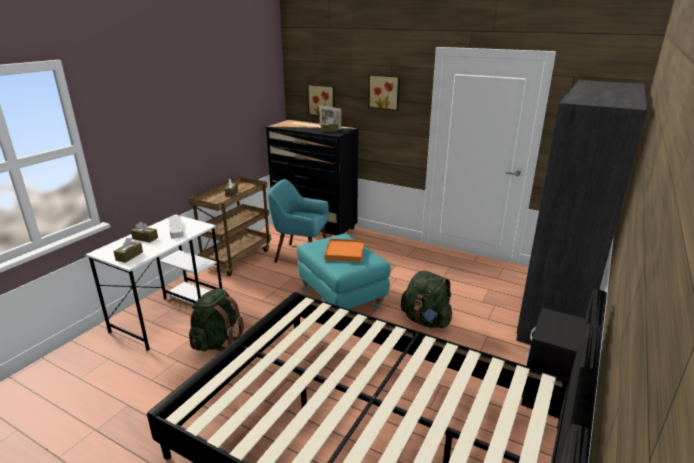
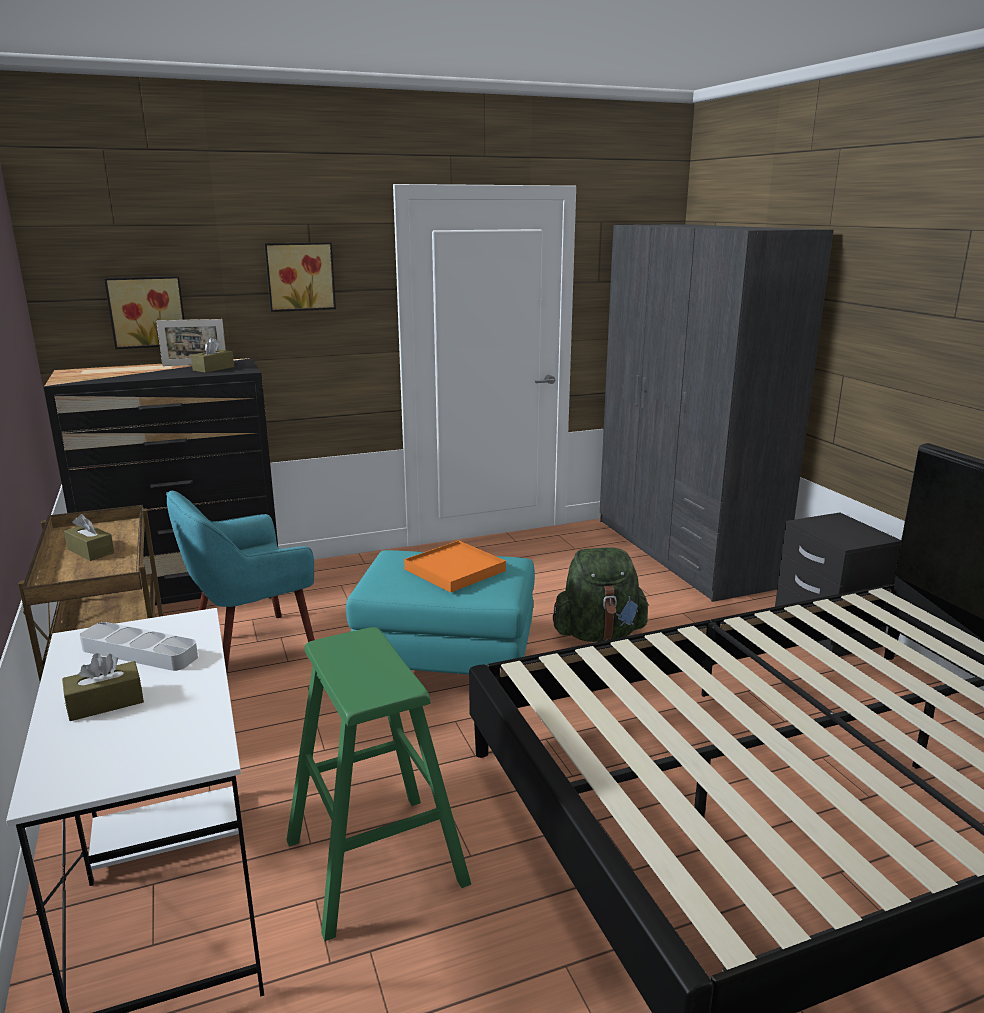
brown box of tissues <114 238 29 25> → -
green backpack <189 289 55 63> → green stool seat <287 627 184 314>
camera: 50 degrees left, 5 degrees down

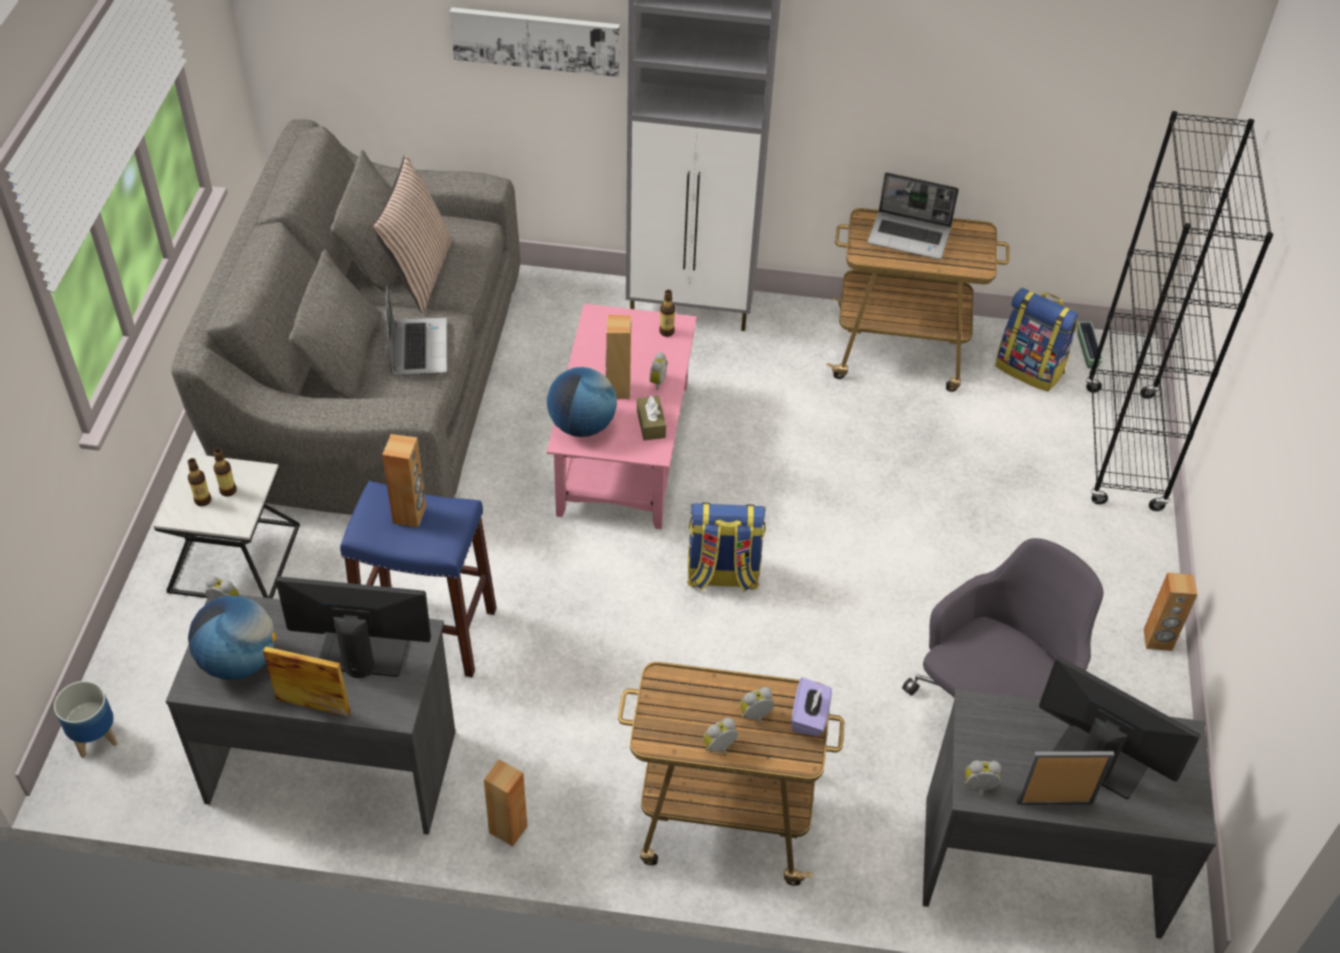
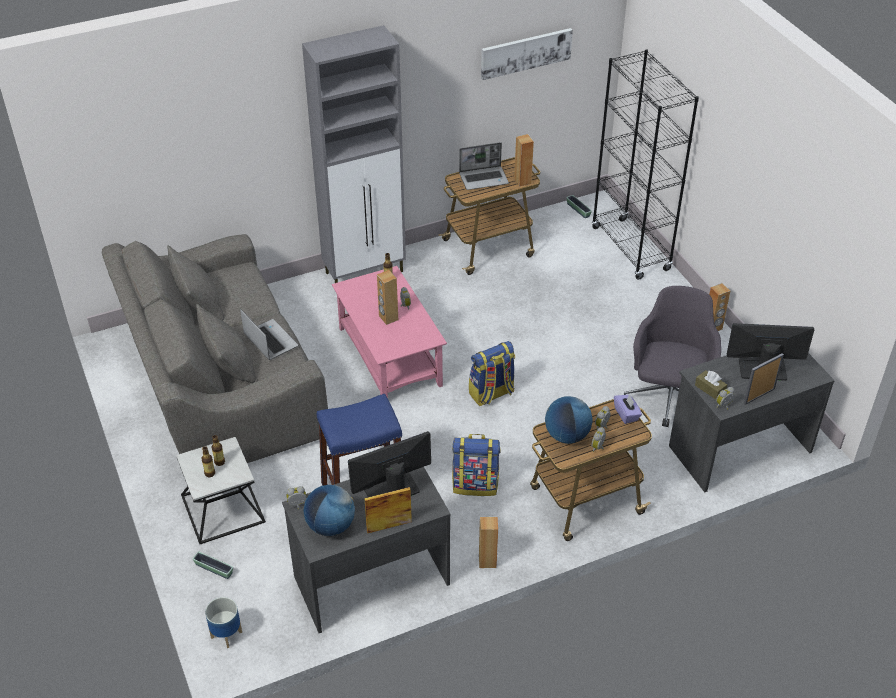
wall art <450 7 170 70> → wall art <481 28 92 52>, relocated
cushion <372 155 81 158> → -
backpack <995 288 83 104> → backpack <452 434 49 62>, relocated
globe <547 367 70 70> → globe <545 396 48 48>, relocated
brown box of tissues <637 395 29 45> → brown box of tissues <695 370 32 30>, relocated
brown loudspeaker <382 434 44 94> → brown loudspeaker <514 134 20 52>, relocated
- → flower pot <192 551 41 28>
camera: 30 degrees left, 5 degrees down

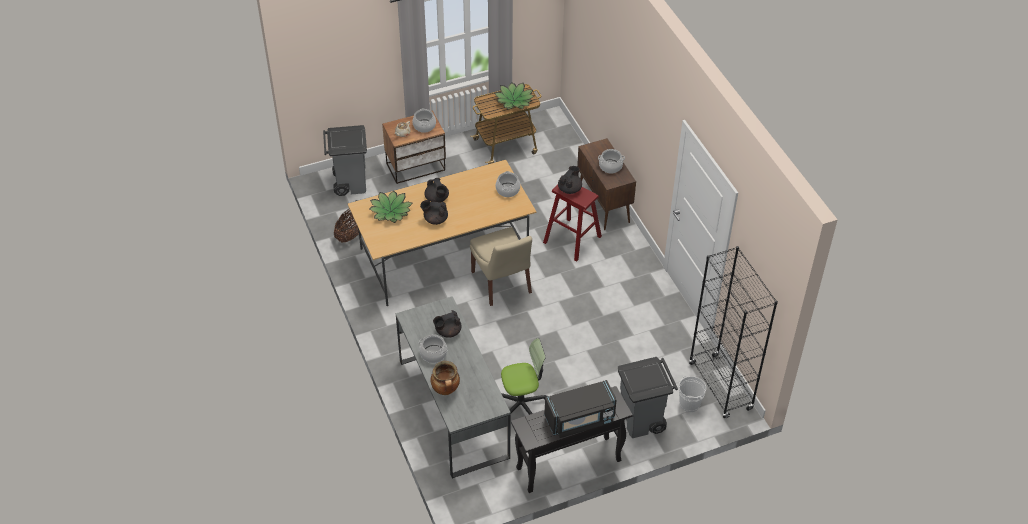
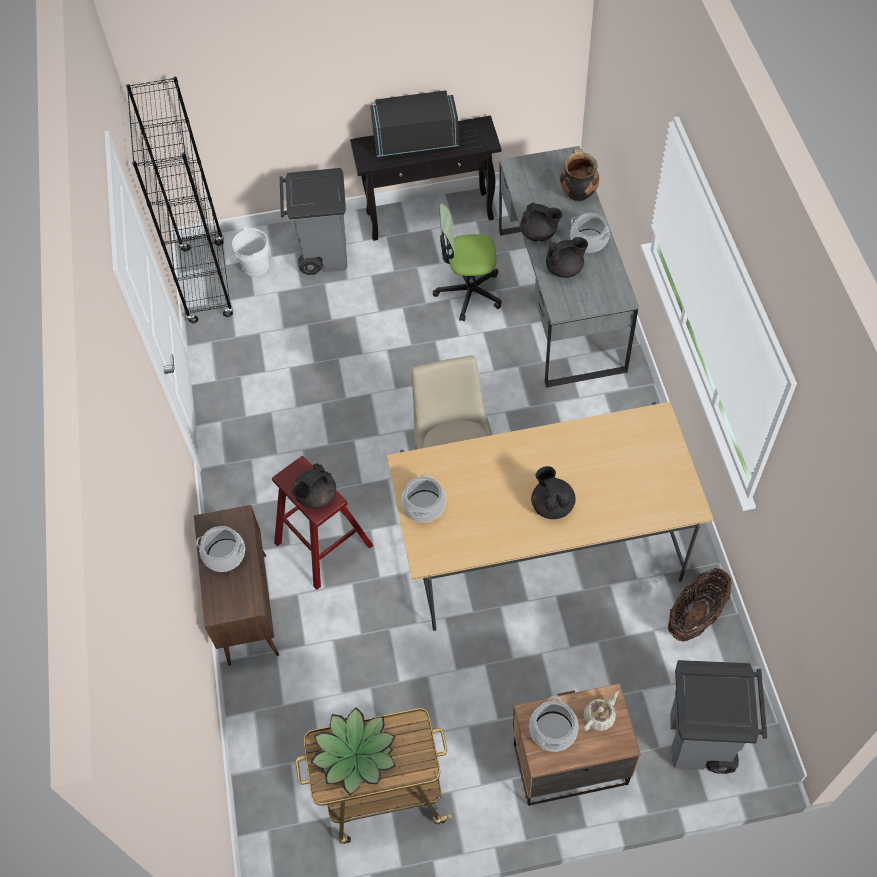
potted plant <369 191 44 32> → -
black-coloured pot for tea <420 200 28 25> → black-coloured pot for tea <520 203 42 38>, relocated
camera: 165 degrees left, 10 degrees up

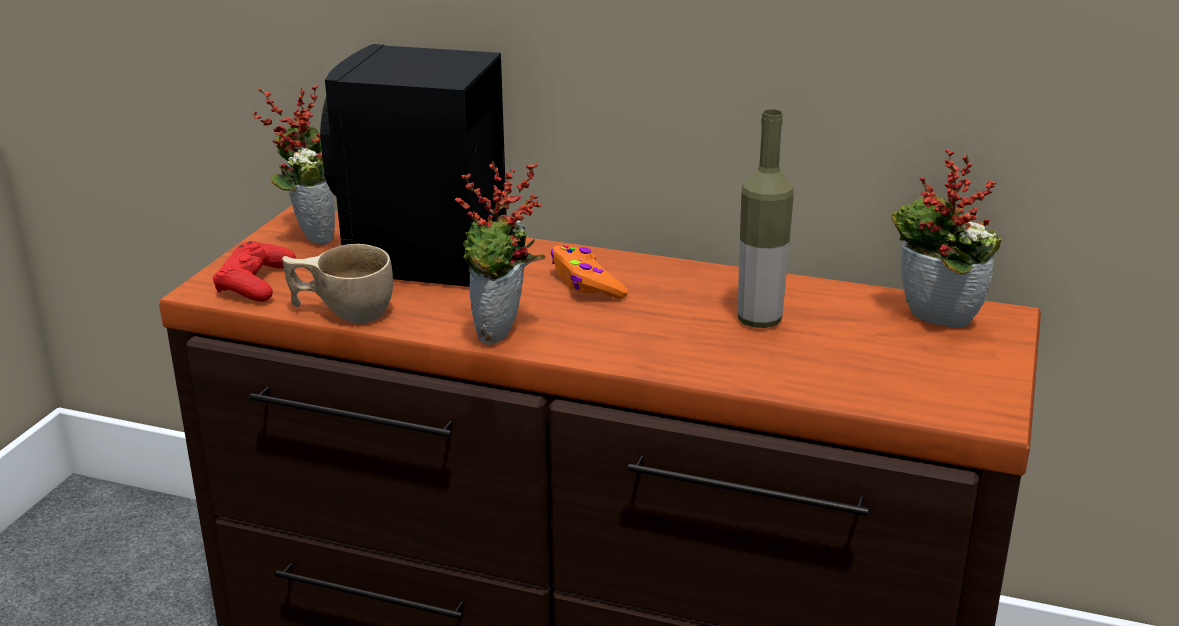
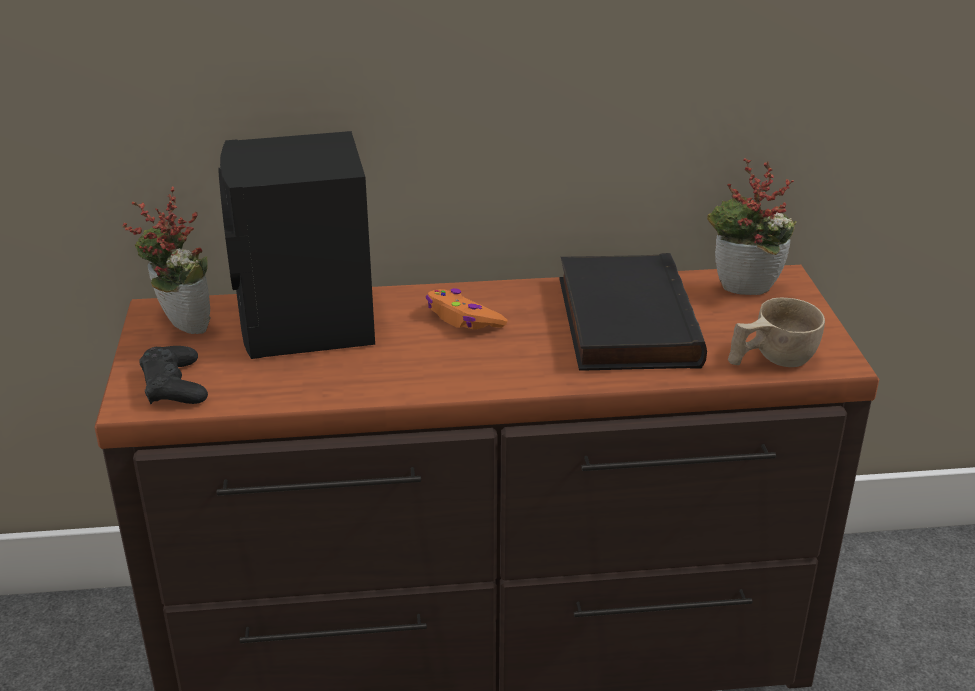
bottle <737 109 57 219> → black-coloured book <559 253 148 118>
potted plant <455 161 90 184> → -
red-coloured joypad <213 241 83 61> → black-coloured joypad <139 346 69 58>
beige-coloured drinking cup <282 244 111 79> → beige-coloured drinking cup <728 298 97 69>, relocated
camera: 25 degrees left, 5 degrees up

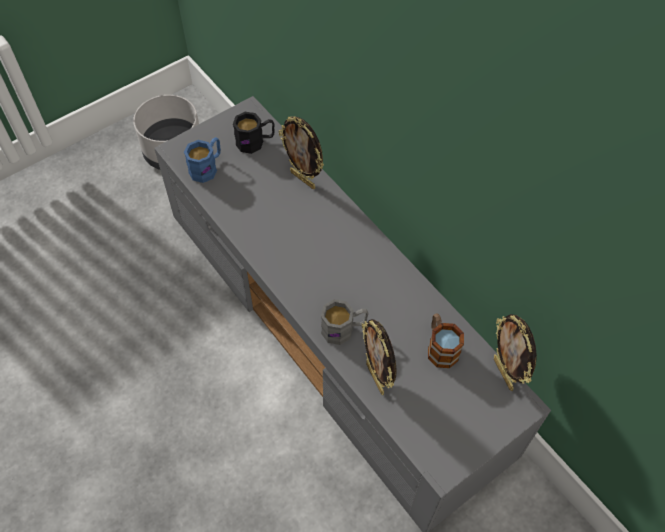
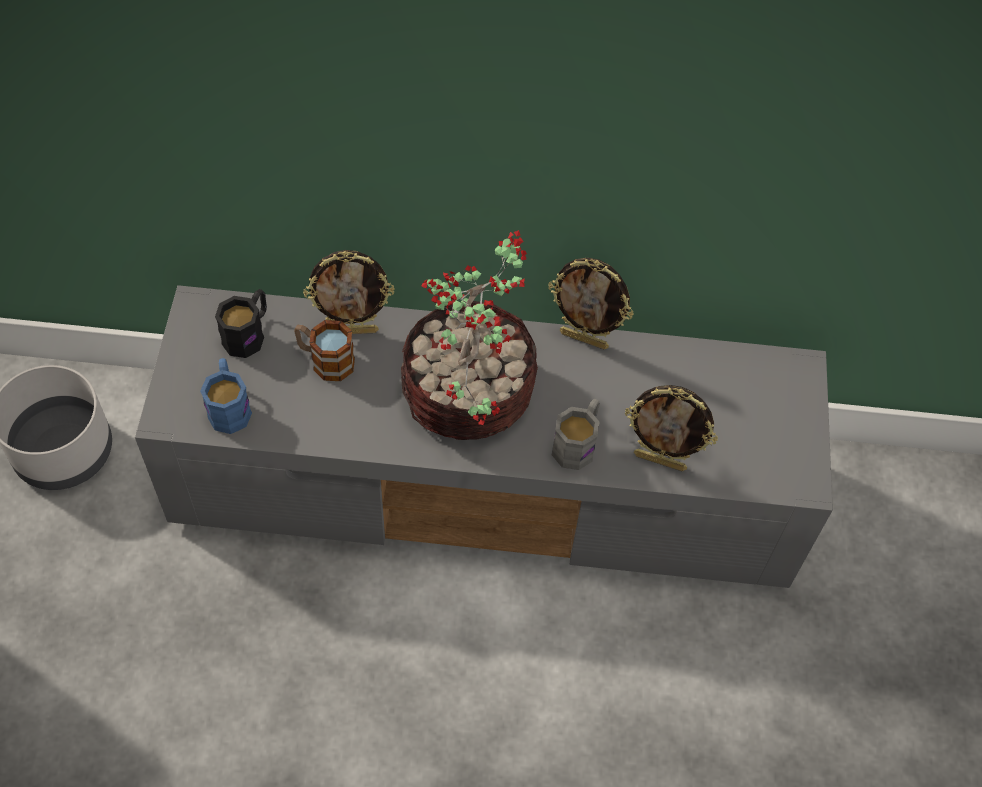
tea mug <428 313 36 55> → tea mug <294 320 61 61>, relocated
picture frame <494 314 43 77> → picture frame <548 258 85 91>, relocated
- → potted plant <401 230 137 210>
camera: 50 degrees left, 0 degrees up

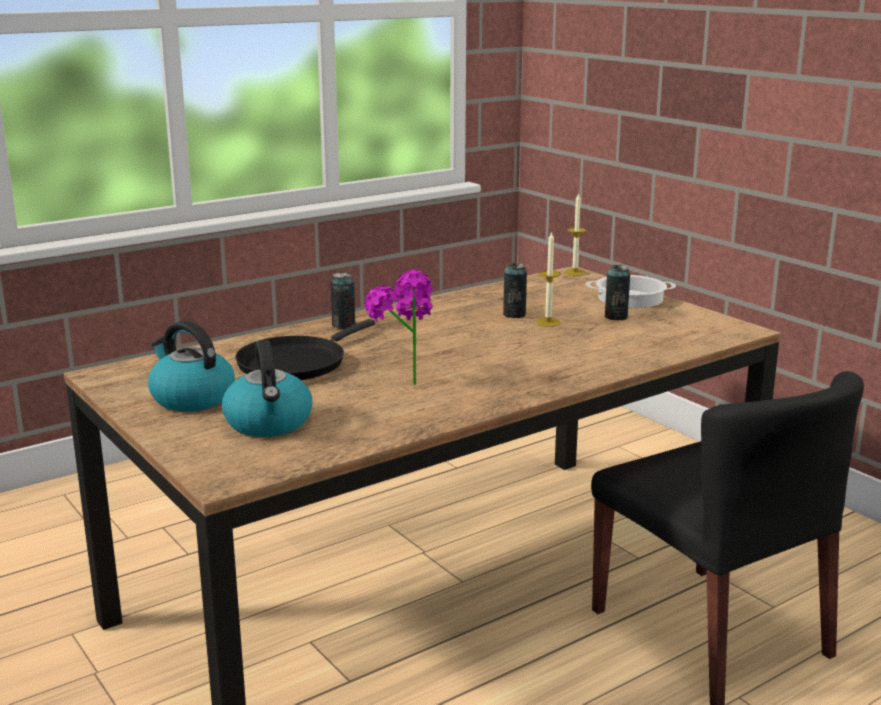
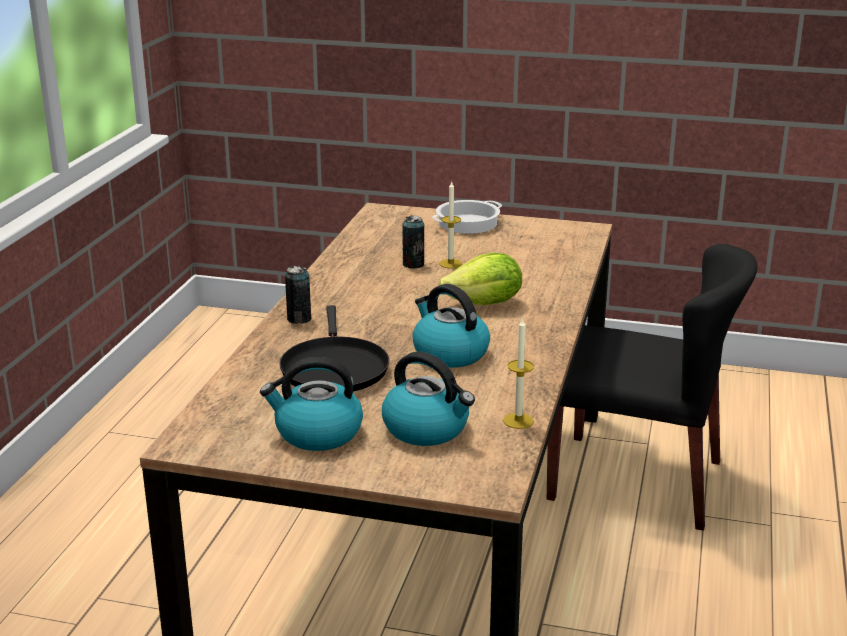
candle <564 193 22 83> → candle <503 317 31 112>, relocated
can <605 265 25 55> → -
potted plant <365 270 68 115> → kettle <412 284 78 84>
- → lettuce <439 253 83 52>
camera: 40 degrees left, 5 degrees up

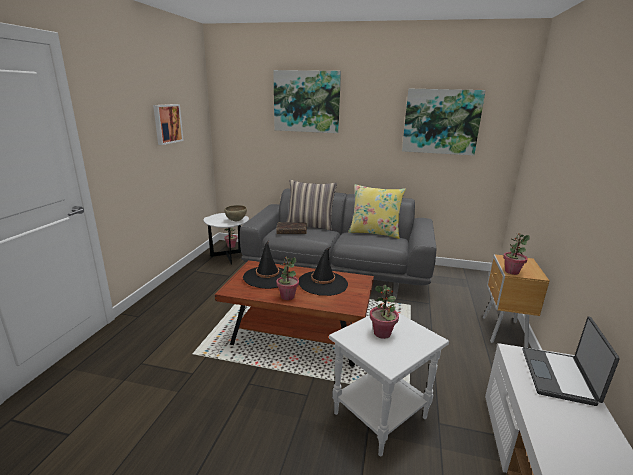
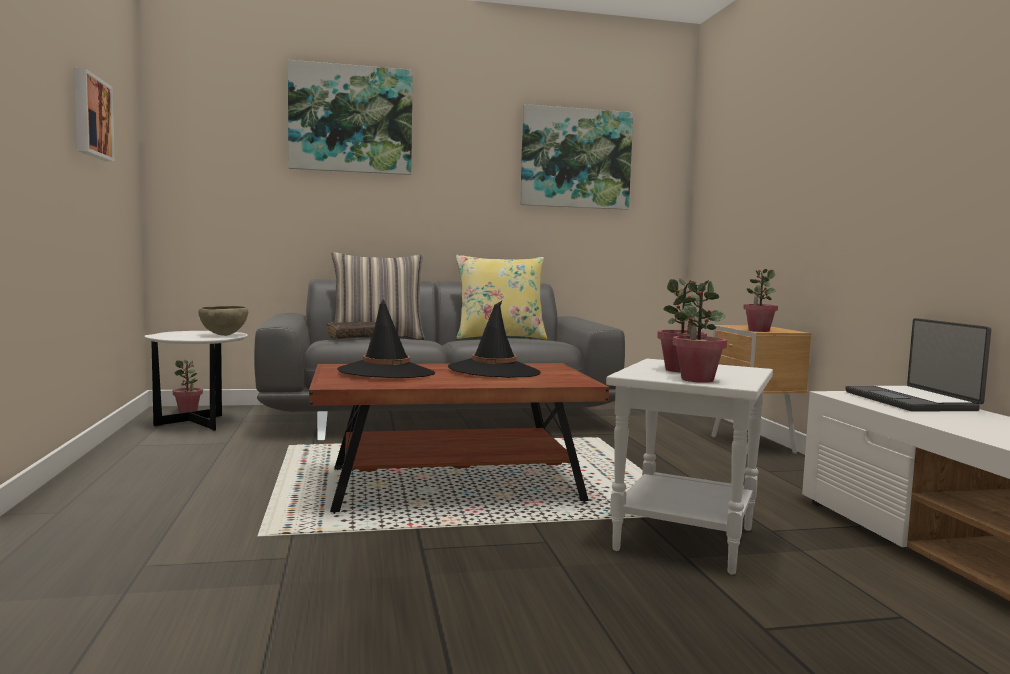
potted plant <276 257 23 43> → potted plant <673 280 54 103>, relocated
camera: 25 degrees left, 15 degrees down

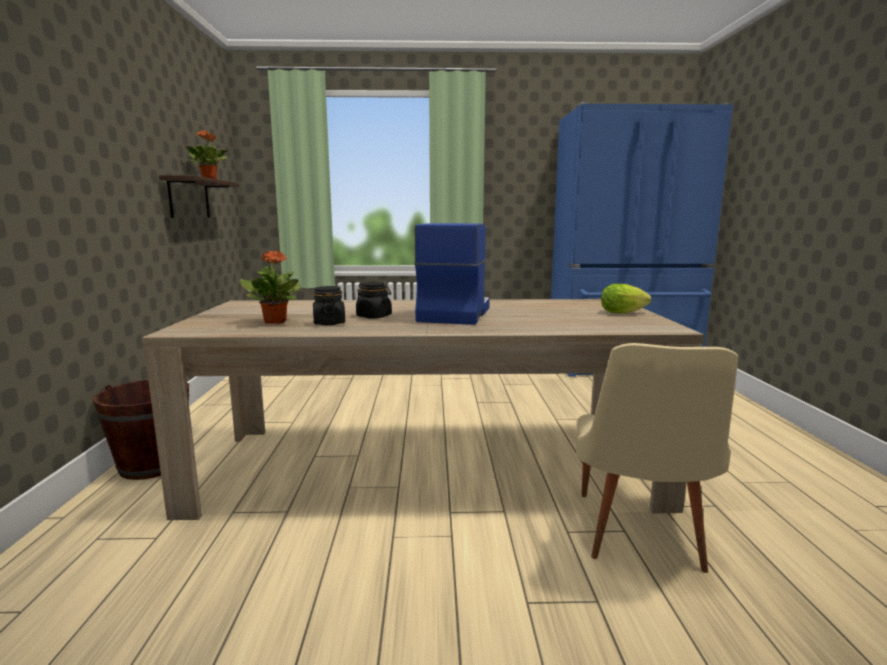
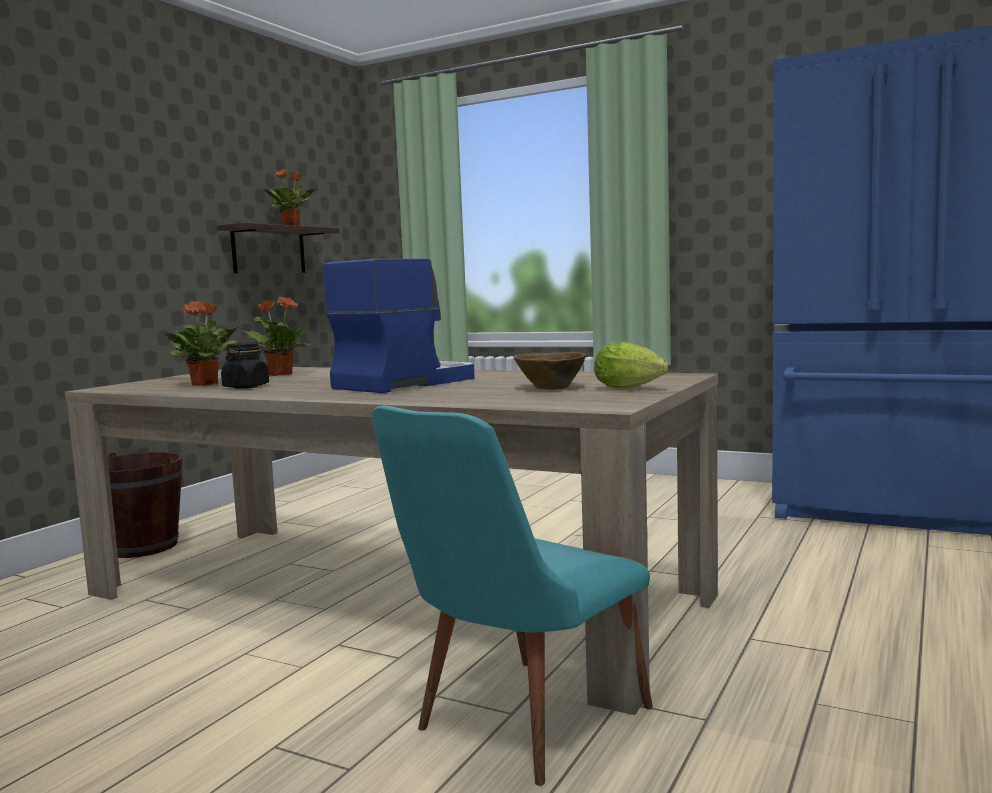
black-coloured preserve jar <356 282 36 37> → -
beige-coloured chair <576 343 162 230> → blue-green chair <371 406 282 380>
- → potted plant <242 297 70 79>
- → brown serving bowl <514 352 72 38>
camera: 30 degrees right, 5 degrees down

